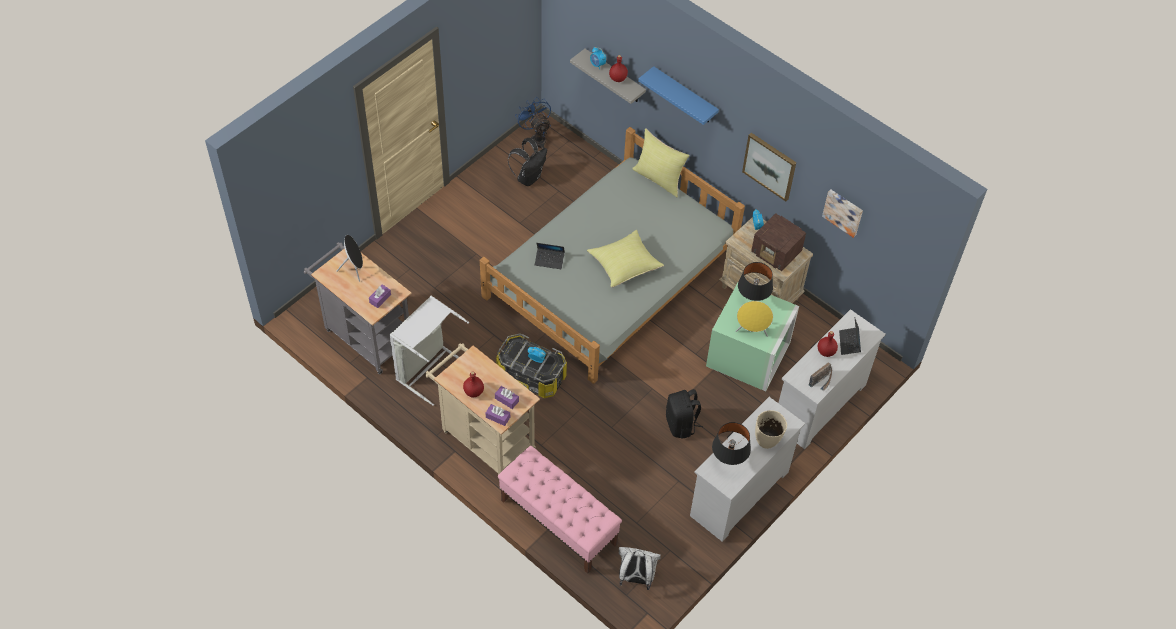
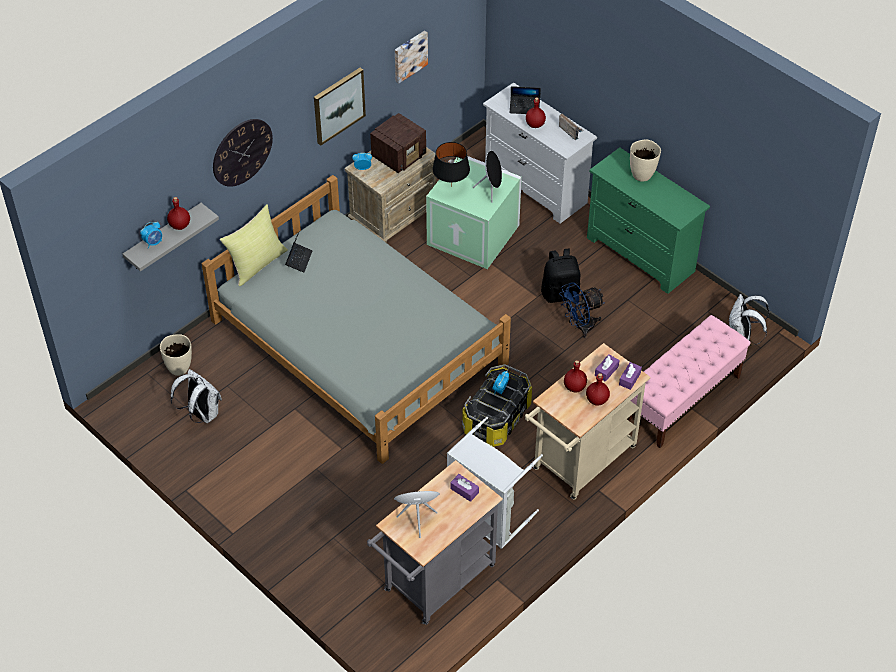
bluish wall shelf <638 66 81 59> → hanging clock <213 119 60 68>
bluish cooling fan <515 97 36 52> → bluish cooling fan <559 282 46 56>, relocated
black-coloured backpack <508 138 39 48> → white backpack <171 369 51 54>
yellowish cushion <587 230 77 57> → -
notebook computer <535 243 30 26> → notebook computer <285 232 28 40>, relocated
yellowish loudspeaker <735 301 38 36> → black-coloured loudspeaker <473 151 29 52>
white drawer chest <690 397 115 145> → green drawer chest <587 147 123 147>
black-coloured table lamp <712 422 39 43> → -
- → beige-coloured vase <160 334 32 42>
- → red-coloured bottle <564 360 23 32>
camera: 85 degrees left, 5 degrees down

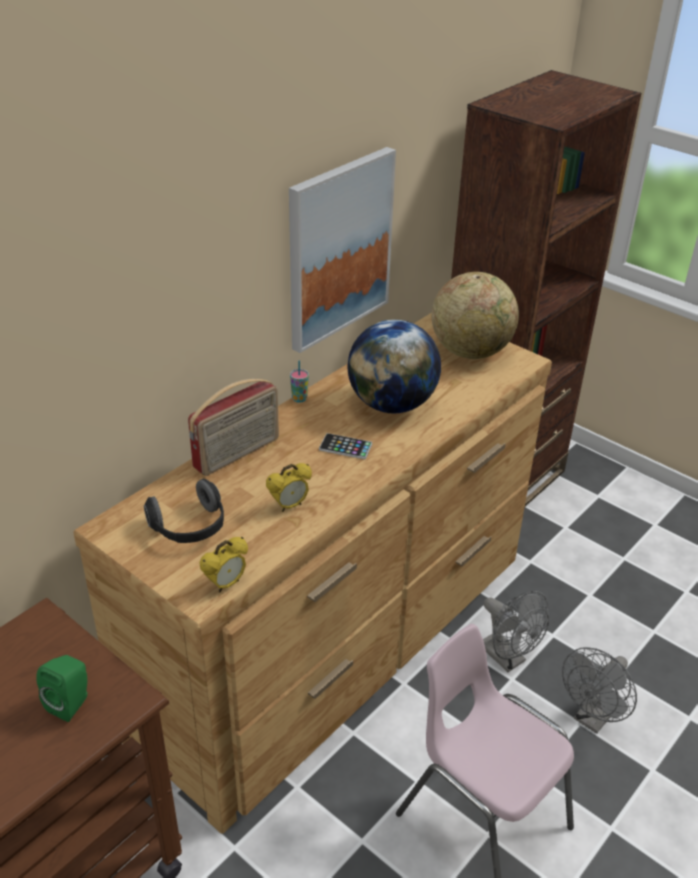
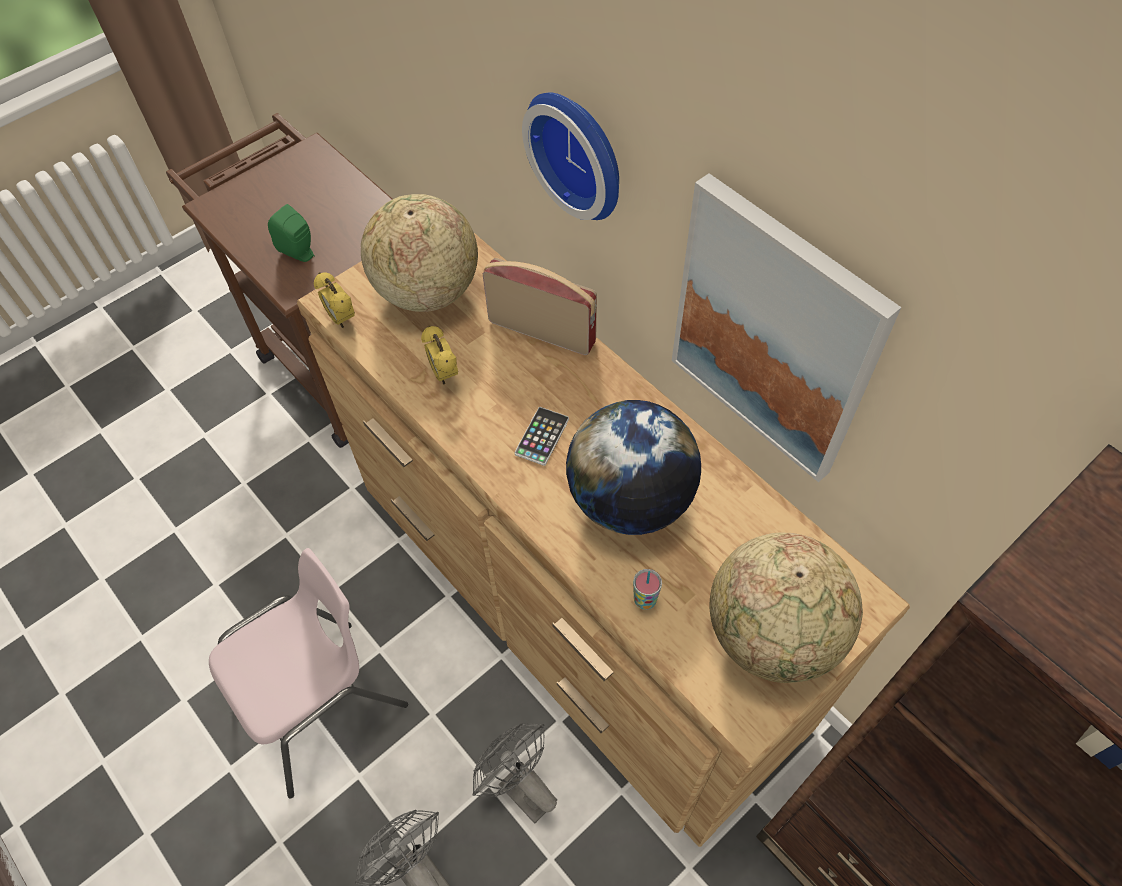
drinking cup <290 361 19 42> → drinking cup <633 569 29 41>, relocated
radio <188 379 91 97> → radio <483 258 114 97>, 150 degrees clockwise
pair of headphones <144 479 80 64> → globe <361 194 117 118>
grey cooling fan <483 591 66 81> → grey cooling fan <473 724 84 99>, 75 degrees clockwise
- → hanging clock <522 92 97 128>
camera: 100 degrees right, 20 degrees up

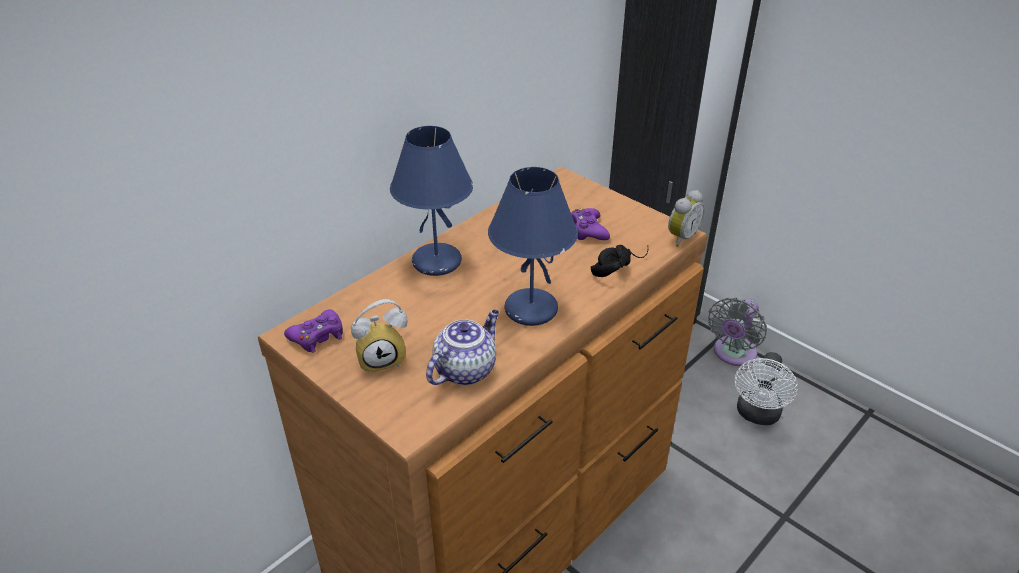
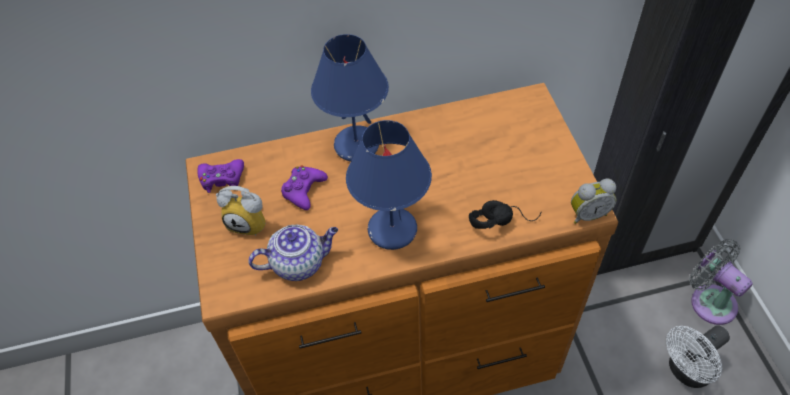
purple-coloured joypad <571 208 39 32> → purple-coloured joypad <281 166 47 44>, relocated
grey cooling fan <708 298 59 68> → grey cooling fan <689 239 64 86>, 75 degrees clockwise
camera: 35 degrees right, 15 degrees up

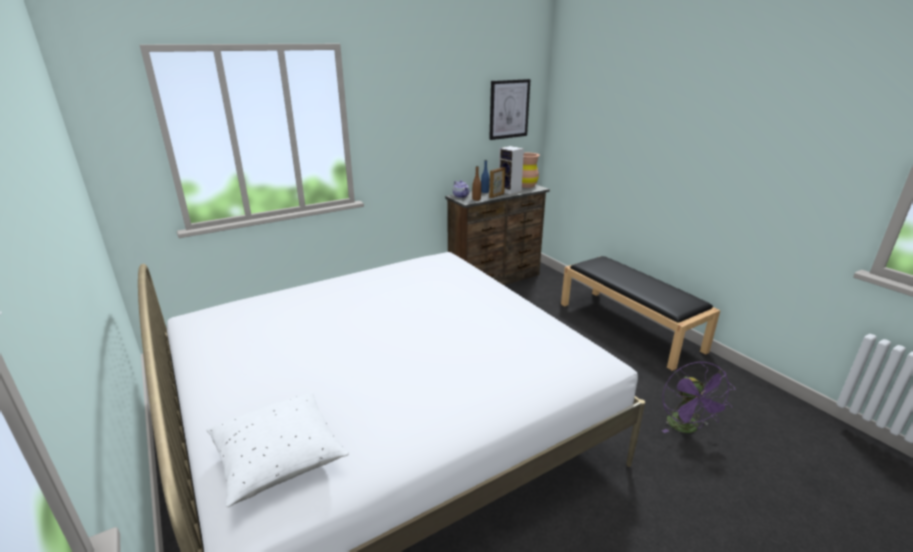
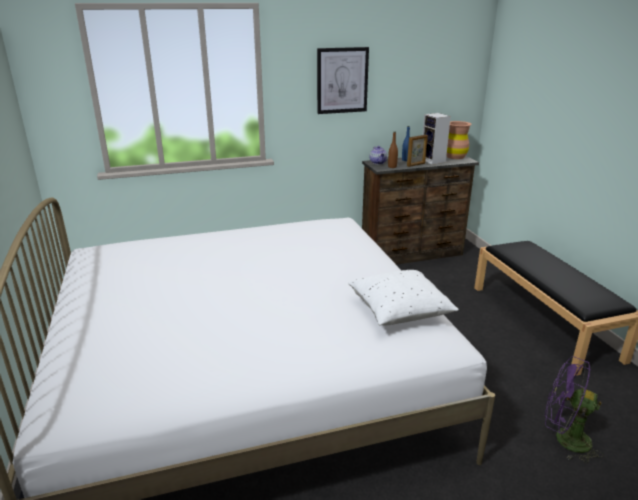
wall art <489 79 42 61> → wall art <317 47 52 67>, relocated
purple-coloured cooling fan <662 362 73 71> → purple-coloured cooling fan <545 356 59 107>, 105 degrees clockwise
white cushion <207 392 142 115> → white cushion <348 270 111 56>, relocated
camera: 15 degrees right, 0 degrees up

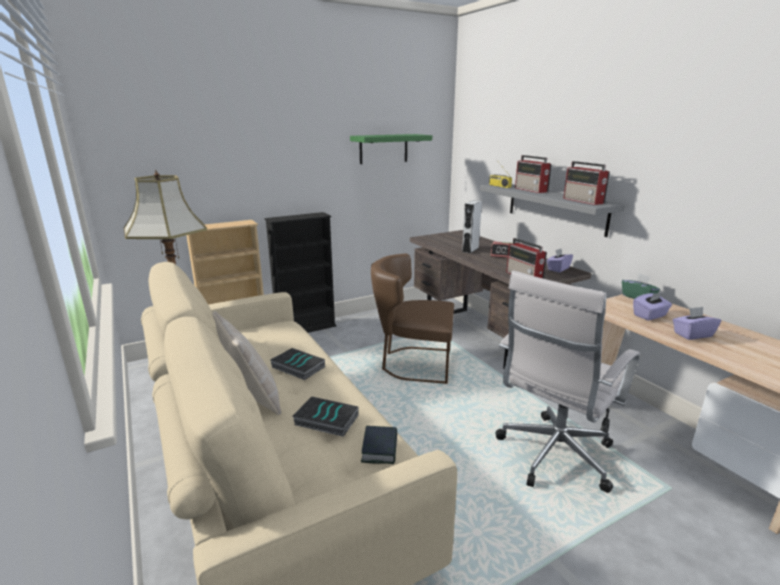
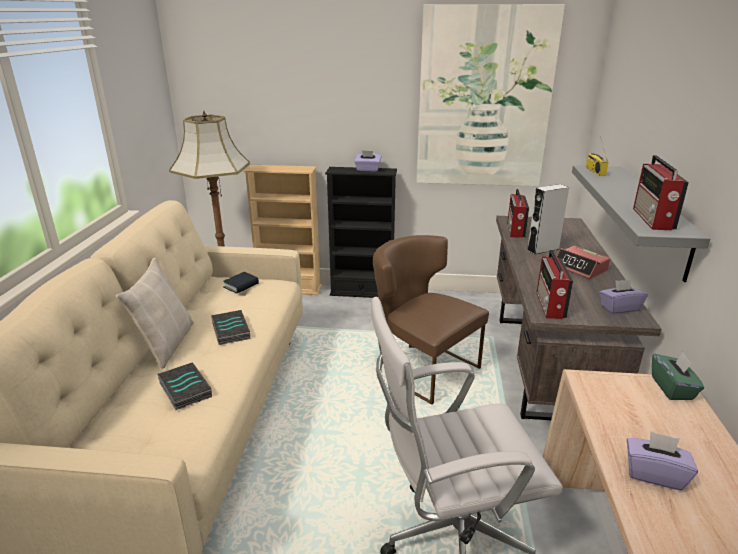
green wall shelf <350 134 82 30> → wall art <416 4 149 182>
radio <515 155 37 38> → radio <507 189 22 49>, relocated
purple-coloured box of tissues <633 292 39 29> → purple-coloured box of tissues <354 150 28 21>, relocated
book <361 426 36 38> → book <223 272 36 22>, relocated
camera: 35 degrees right, 5 degrees up

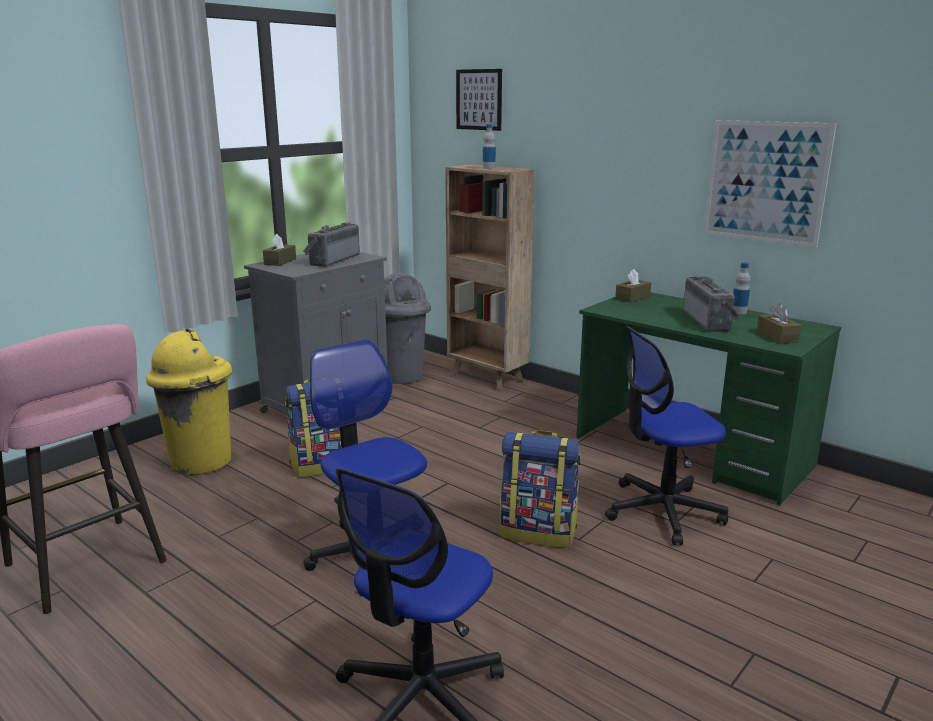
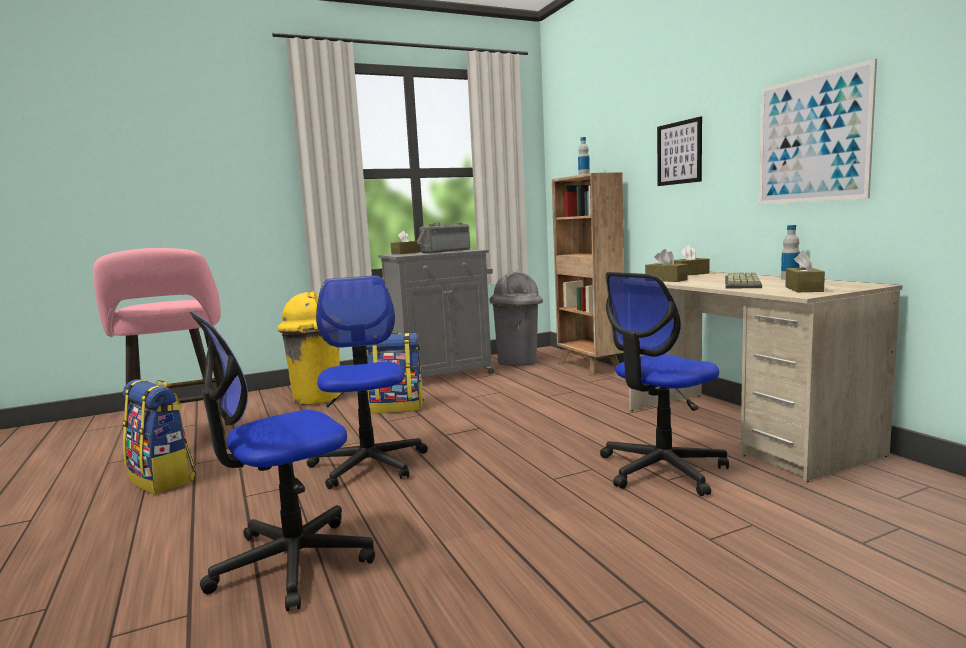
wall art <456 69 46 62> → wall art <657 117 45 69>, relocated
radio <683 276 57 56> → PC keyboard <725 272 37 16>
green desk unit <576 292 265 213> → beige-coloured desk unit <629 272 274 210>
office chair <605 326 123 219> → office chair <600 272 129 224>, 45 degrees counterclockwise
backpack <500 430 81 118> → backpack <123 379 73 115>, relocated
- → brown box of tissues <645 249 43 33>
camera: 25 degrees right, 10 degrees down

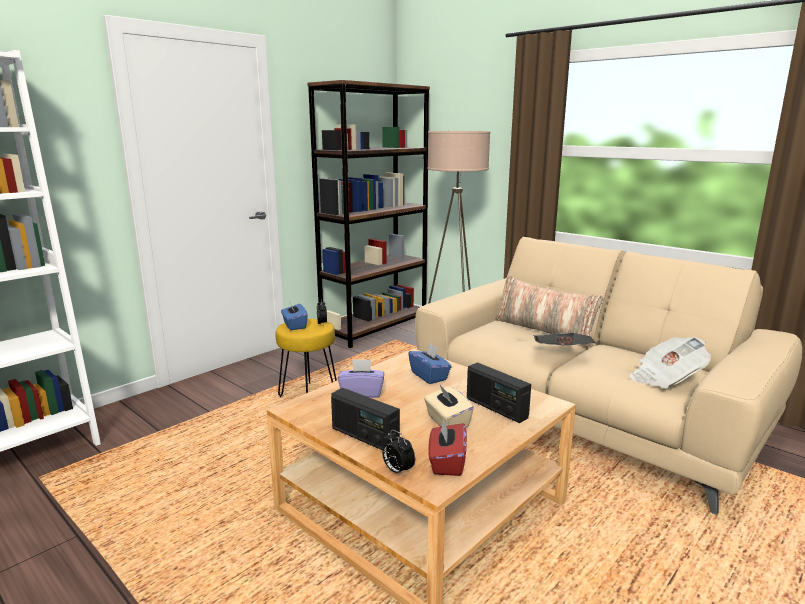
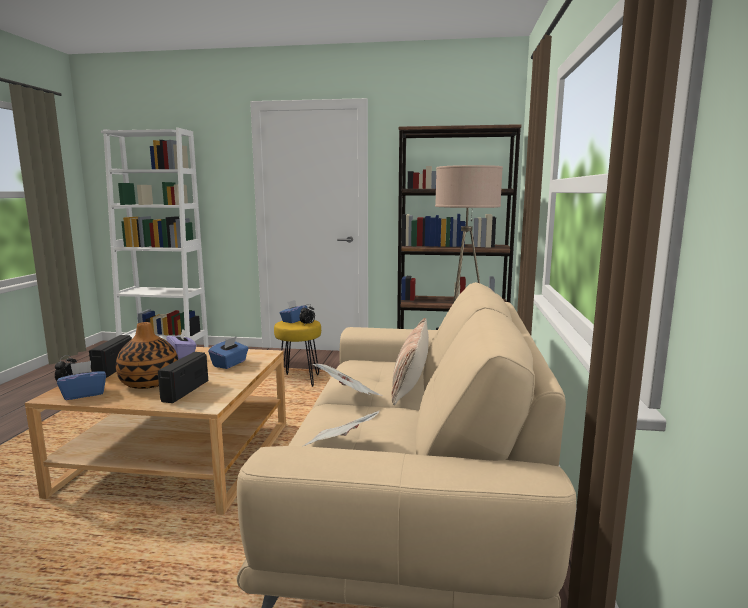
beige-coloured box of tissues <424 385 50 43> → vase <116 322 62 67>
red-coloured box of tissues <428 418 39 58> → bluish box of tissues <57 361 49 39>
camera: 55 degrees right, 5 degrees down

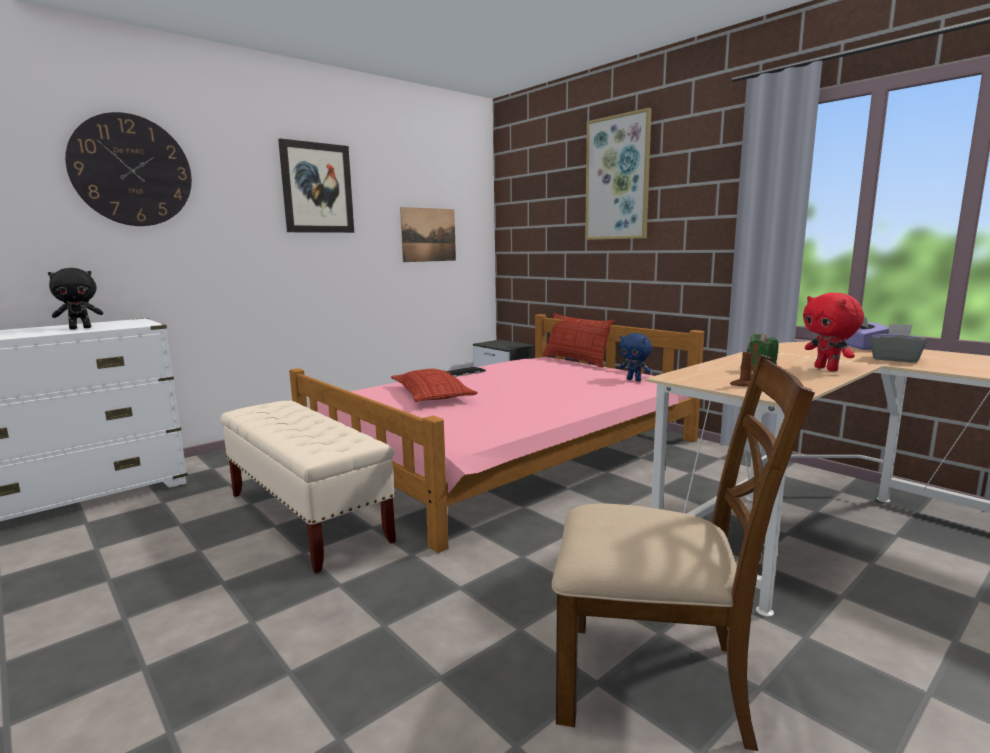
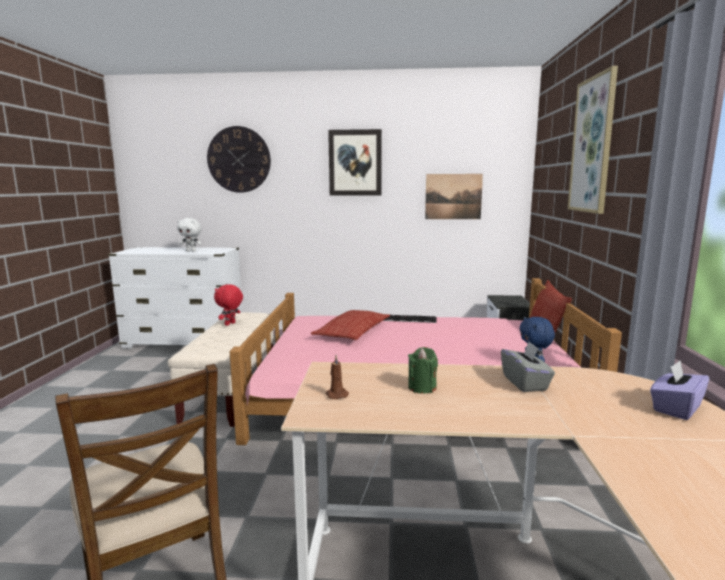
black-coloured soft toy <48 268 55 61> → white soft toy <177 218 25 34>
red-coloured soft toy <803 293 61 78> → red-coloured soft toy <214 284 29 42>, relocated
grey box of tissues <870 323 57 40> → grey box of tissues <501 341 54 51>, relocated
camera: 45 degrees right, 0 degrees up

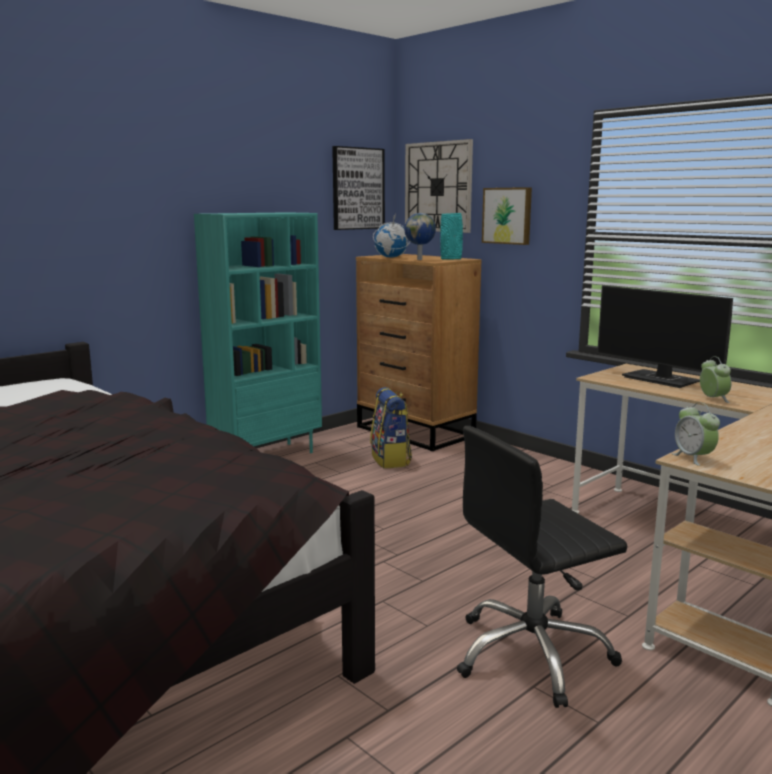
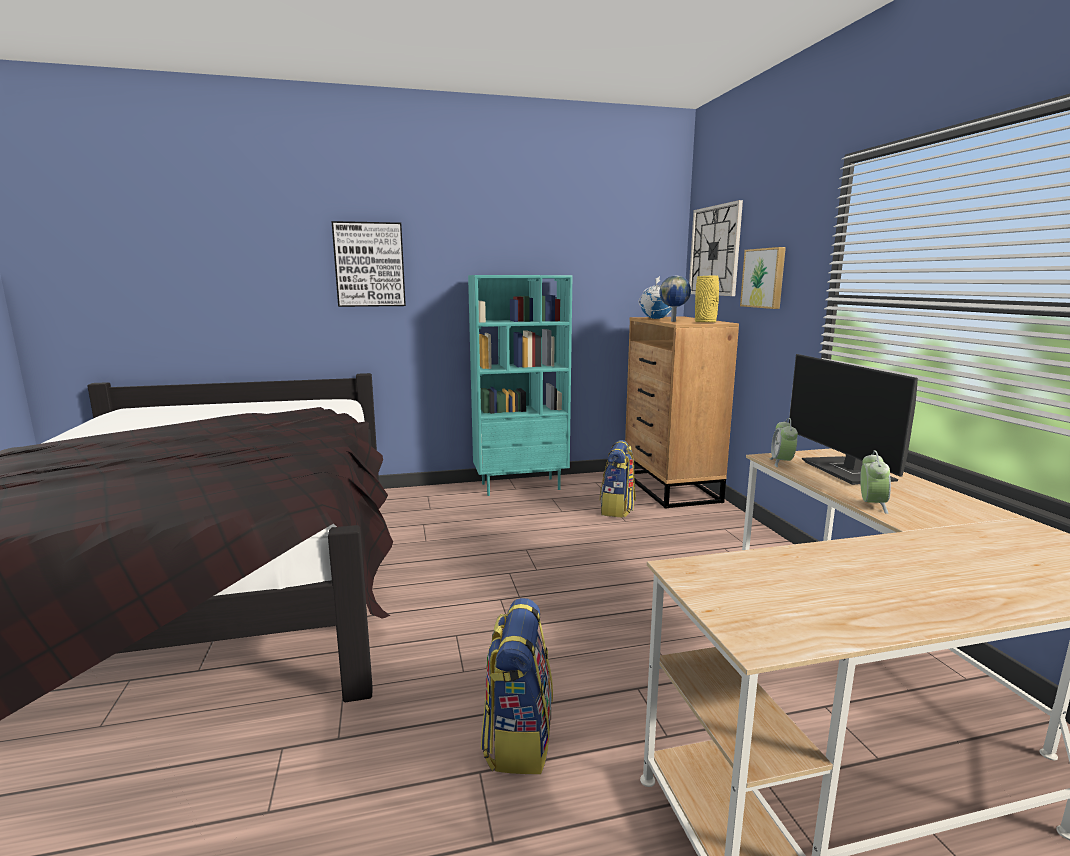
wall art <332 146 53 84> → wall art <331 221 75 86>, relocated
blue-green vase <440 213 23 46> → yellowish vase <695 275 24 47>
bedside clock <672 402 48 64> → bedside clock <769 418 29 49>, relocated
black-coloured office chair <457 426 170 282> → backpack <481 598 72 176>
camera: 30 degrees right, 0 degrees up

